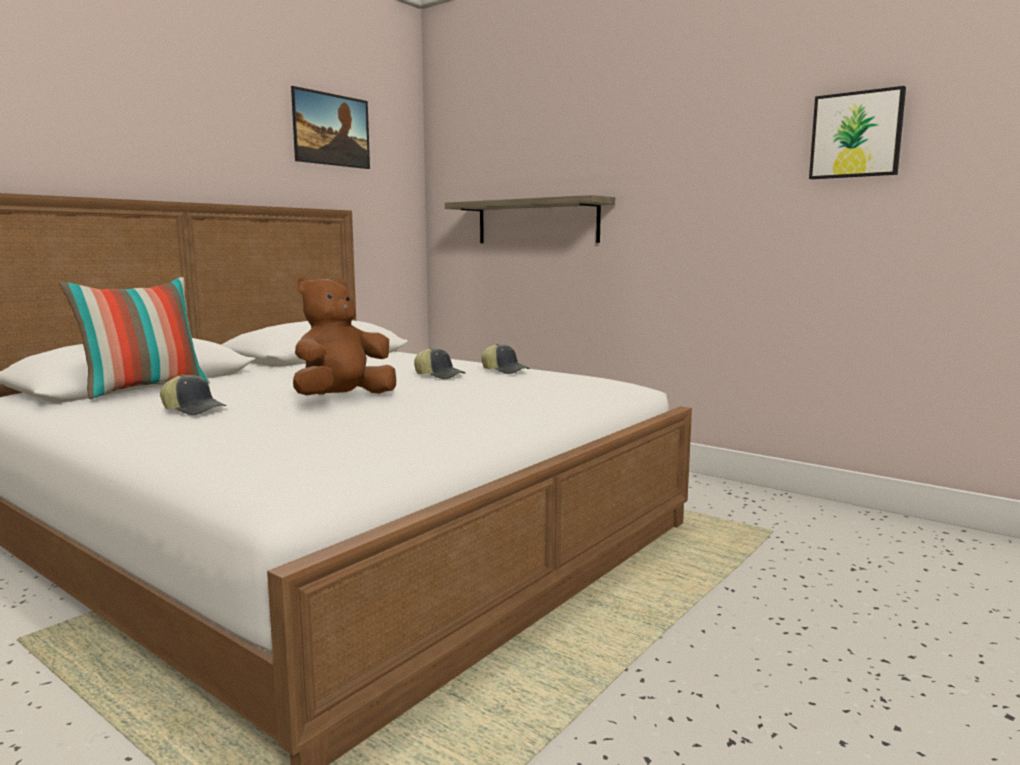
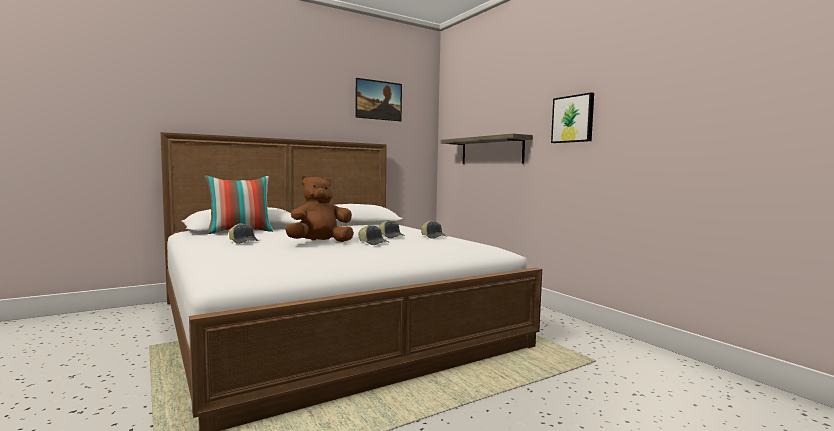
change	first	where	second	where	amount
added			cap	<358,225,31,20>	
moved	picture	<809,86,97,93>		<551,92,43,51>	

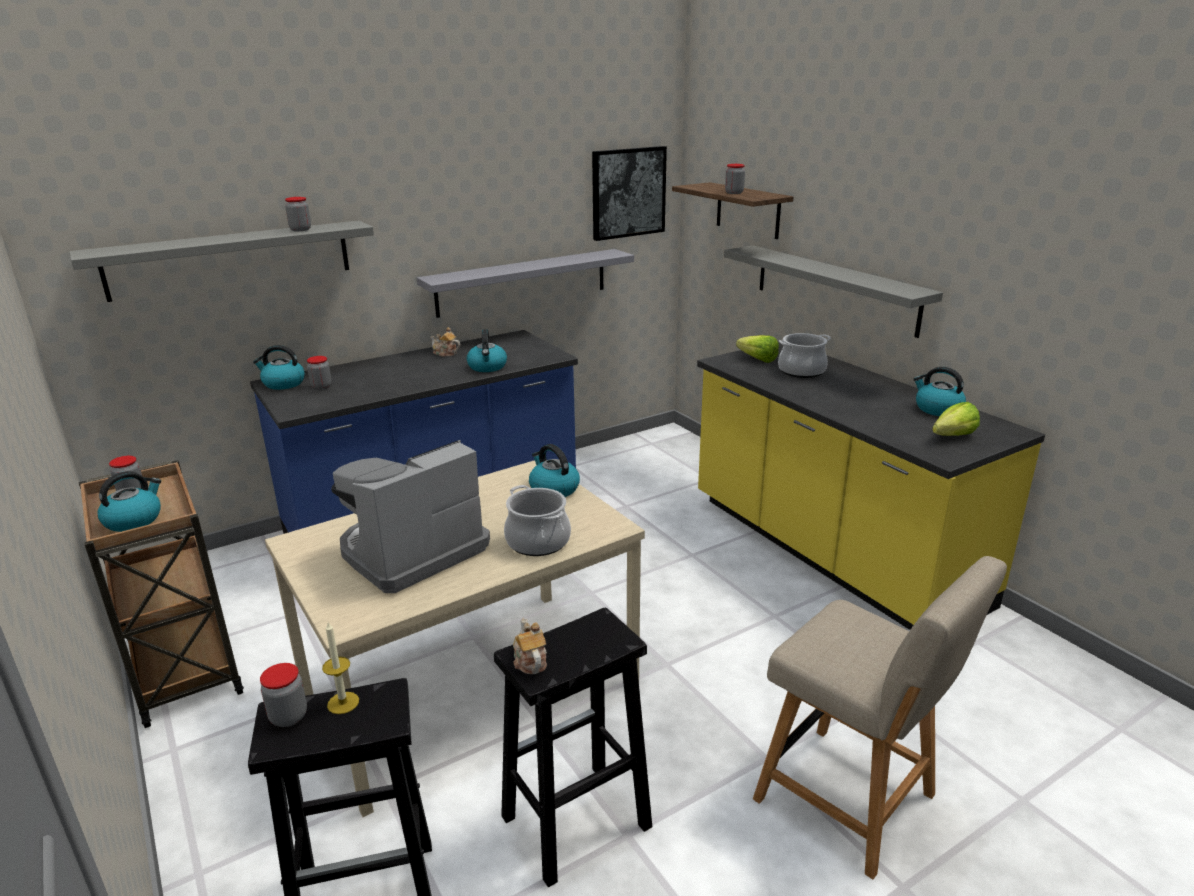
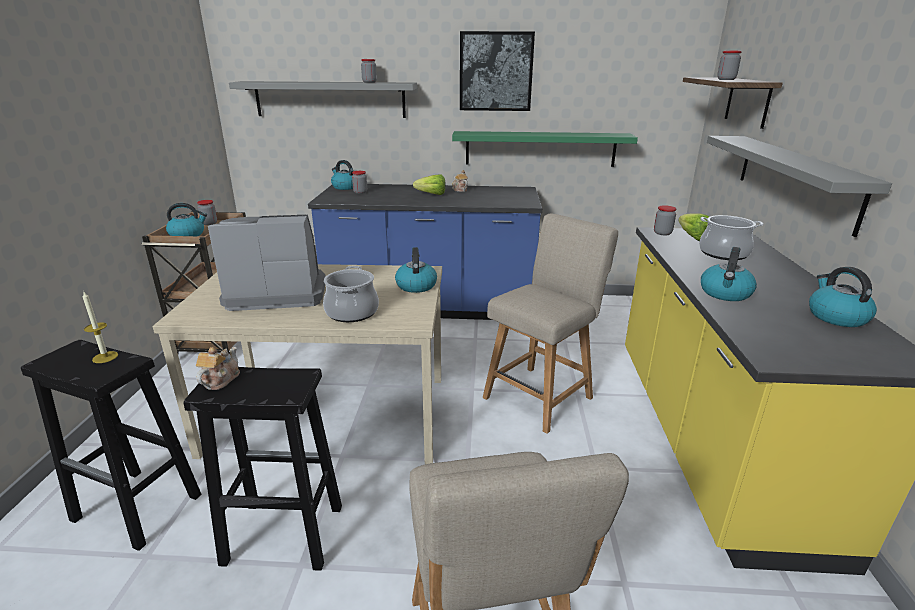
change	first	where	second	where	amount
added			beige chair	<483,213,135,221>	
moved	jar	<260,663,47,64>		<654,205,22,30>	
moved	kettle	<467,329,40,43>		<701,247,56,54>	
moved	picture	<592,146,75,95>		<460,31,75,80>	
moved	lettuce	<932,402,48,34>		<413,174,33,21>	
recoloured	grey shelf	<417,249,217,69>	green shelf	<452,131,186,36>	

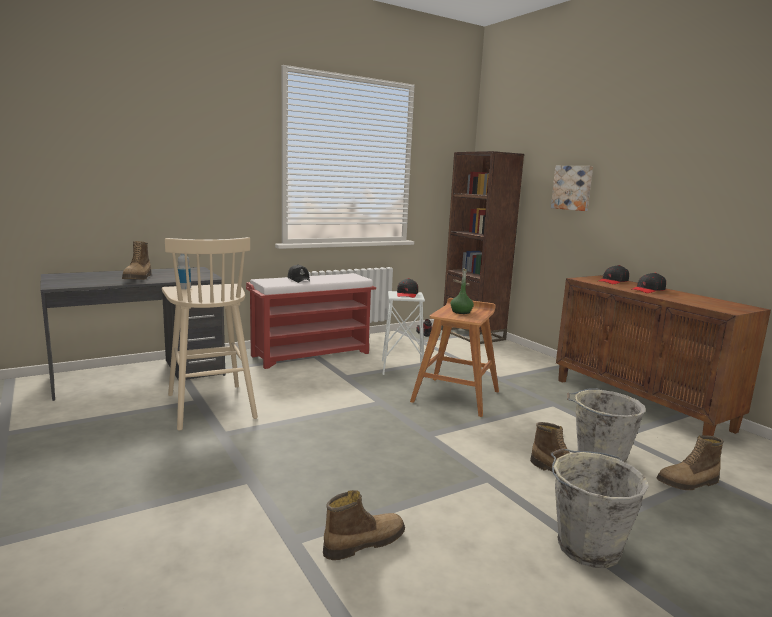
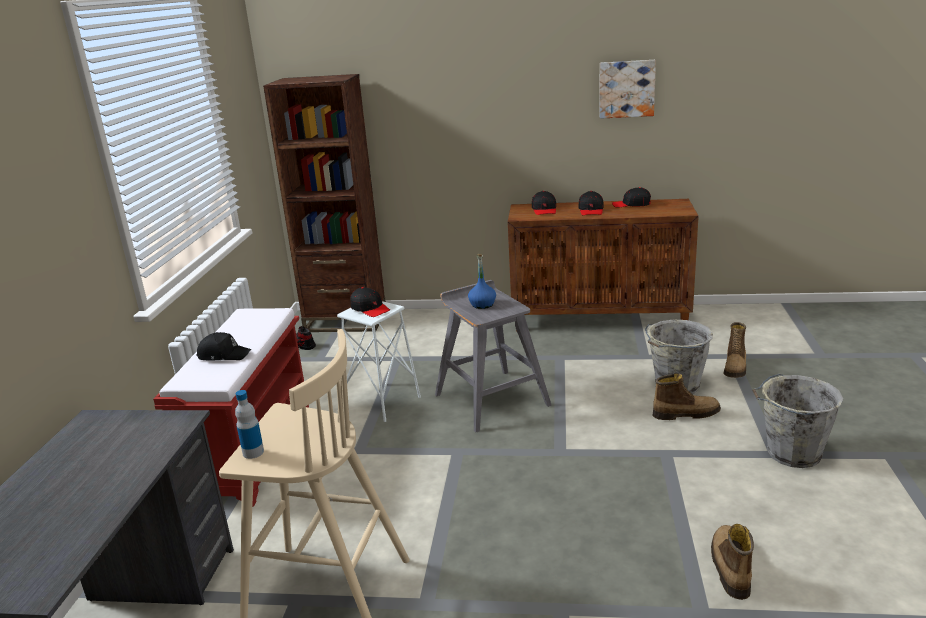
change	first	where	second	where	amount
removed	boot	<122,241,30,39>			
added			black cap	<612,187,39,21>	
moved	picture	<551,166,42,45>		<599,60,57,59>	
recoloured	brown stool	<410,298,89,119>	grey stool	<435,280,117,152>	
recoloured	green bottle	<450,268,24,46>	blue bottle	<468,254,28,55>	

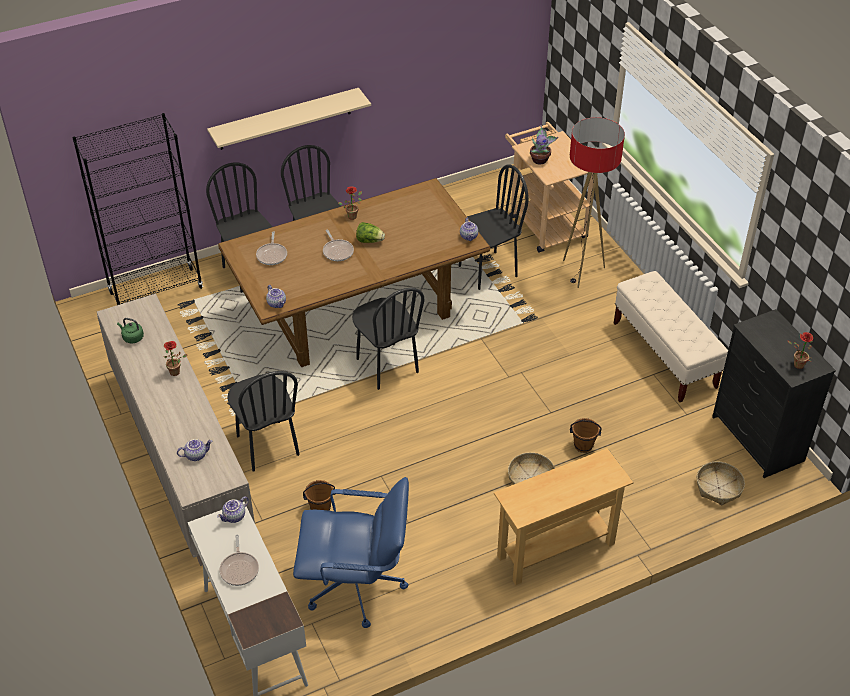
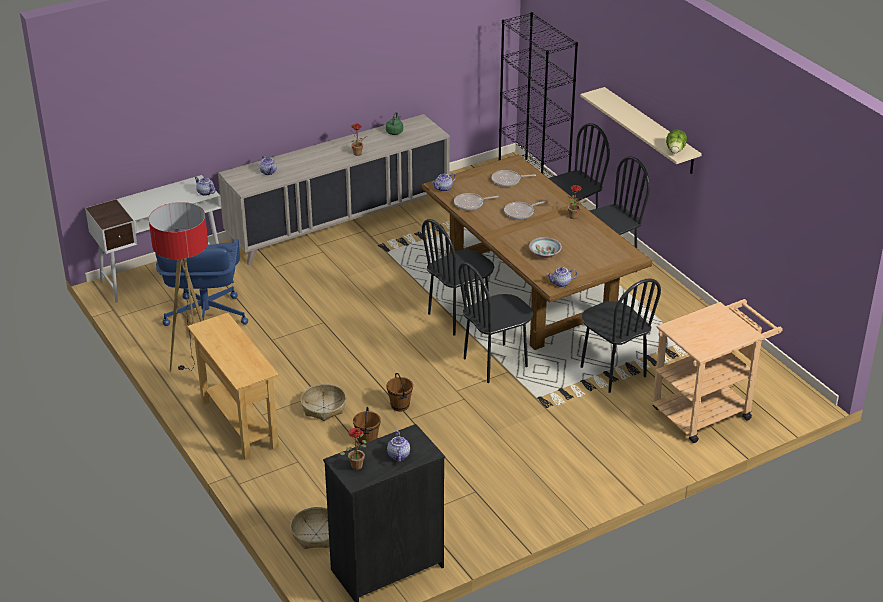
change	first	where	second	where	amount
removed	potted plant	<530,125,28,40>			
removed	beige bench	<614,271,114,131>			
added			teapot	<387,430,23,32>	
added			bowl	<529,237,33,21>	
moved	frying pan	<219,534,40,52>		<454,193,45,18>	
moved	black chair	<228,371,72,101>		<458,262,75,121>	
moved	brown bucket	<303,480,33,31>		<386,373,27,39>	
moved	lettuce	<356,222,29,21>		<666,130,21,23>	
moved	floor lamp	<563,117,62,171>		<149,202,59,170>	

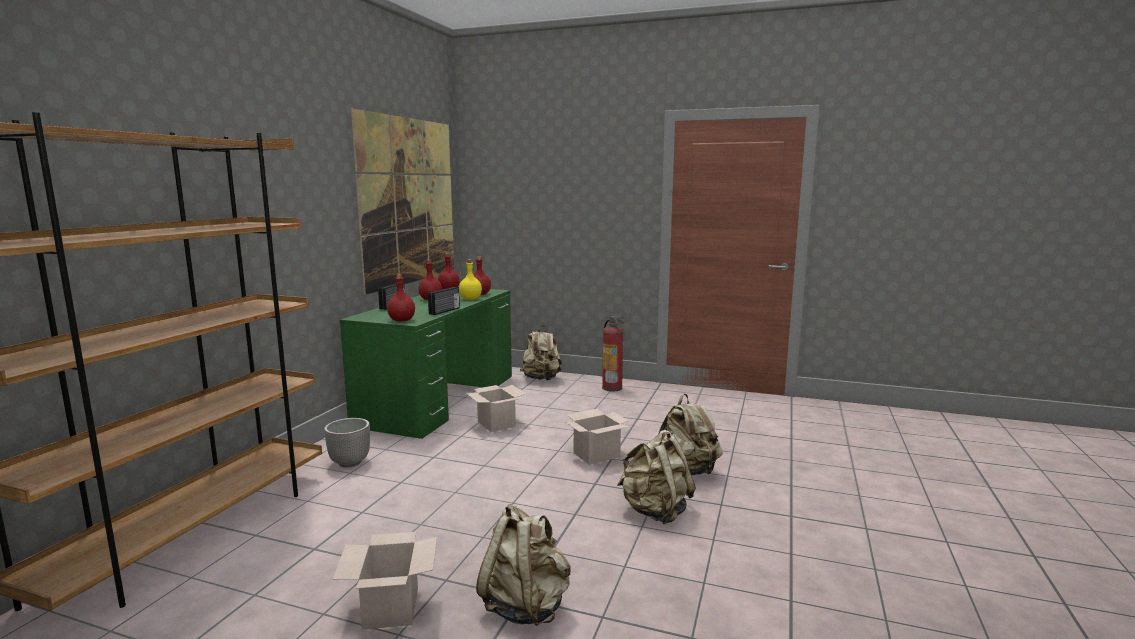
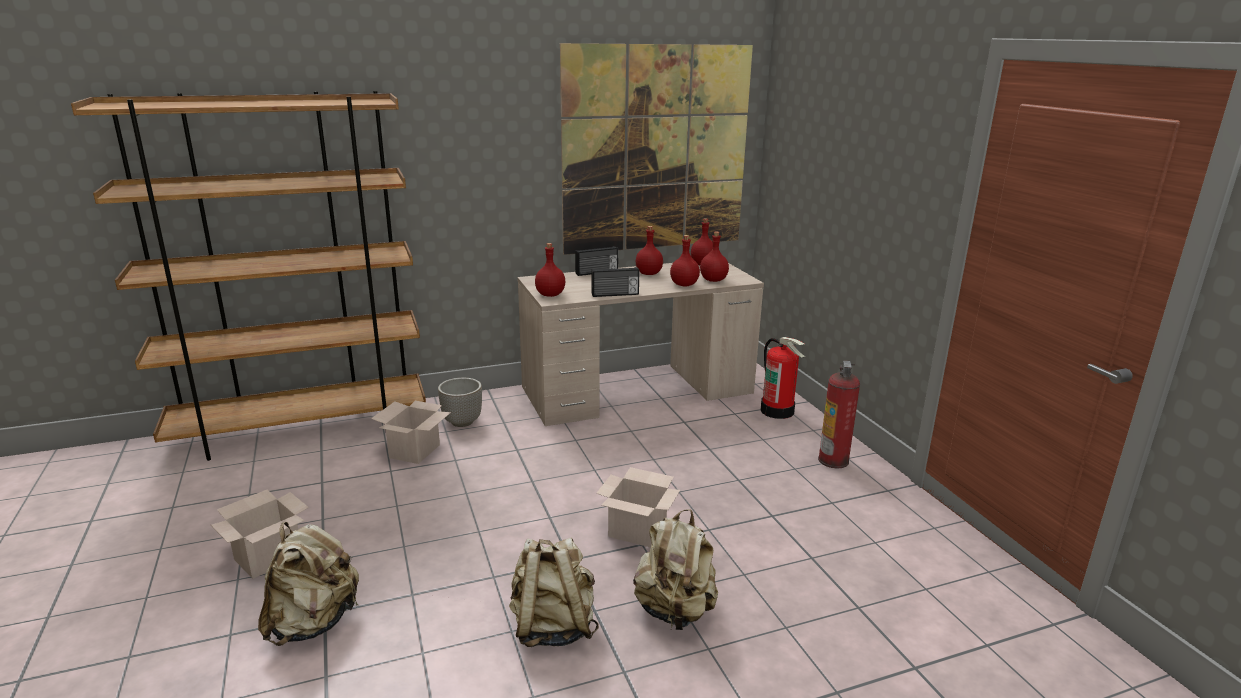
change	first	where	second	where	amount
moved	cardboard box	<466,385,60,47>		<371,401,80,63>	
replaced	beige backpack	<520,326,42,55>	fire extinguisher	<760,337,46,82>	
recoloured	green desk	<340,289,172,150>	beige desk	<517,263,247,163>	
recoloured	yellow bottle	<459,259,23,41>	red bottle	<670,235,30,51>	

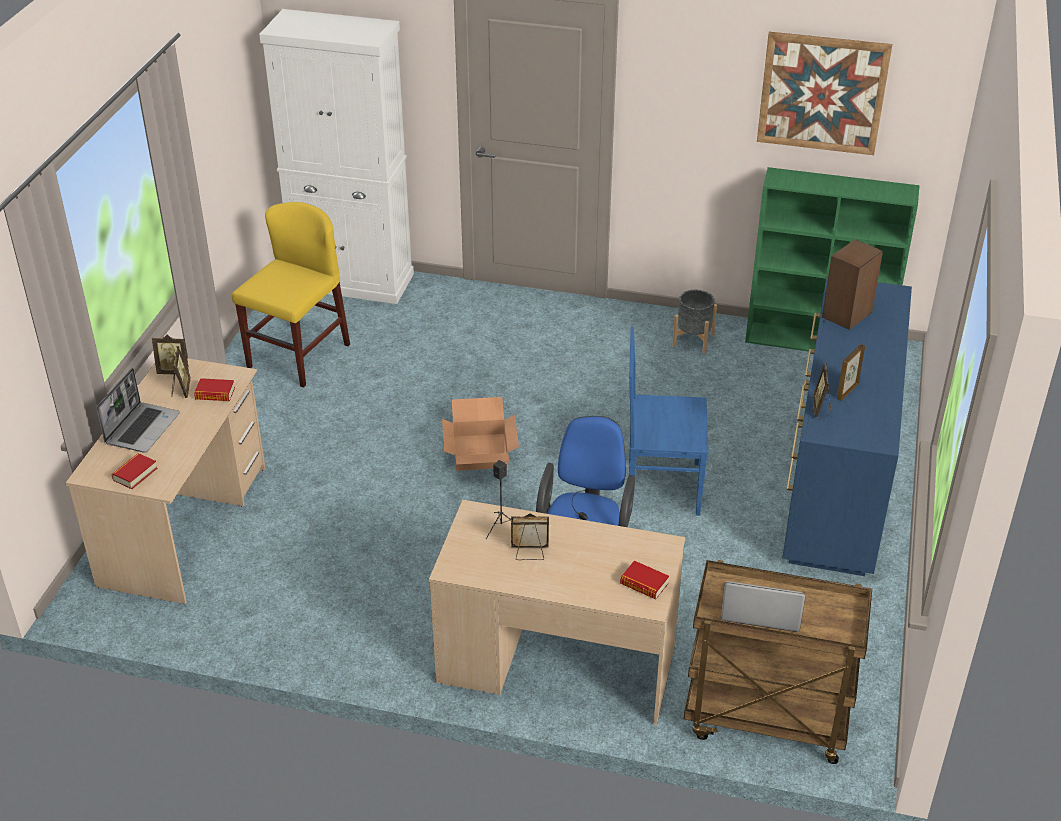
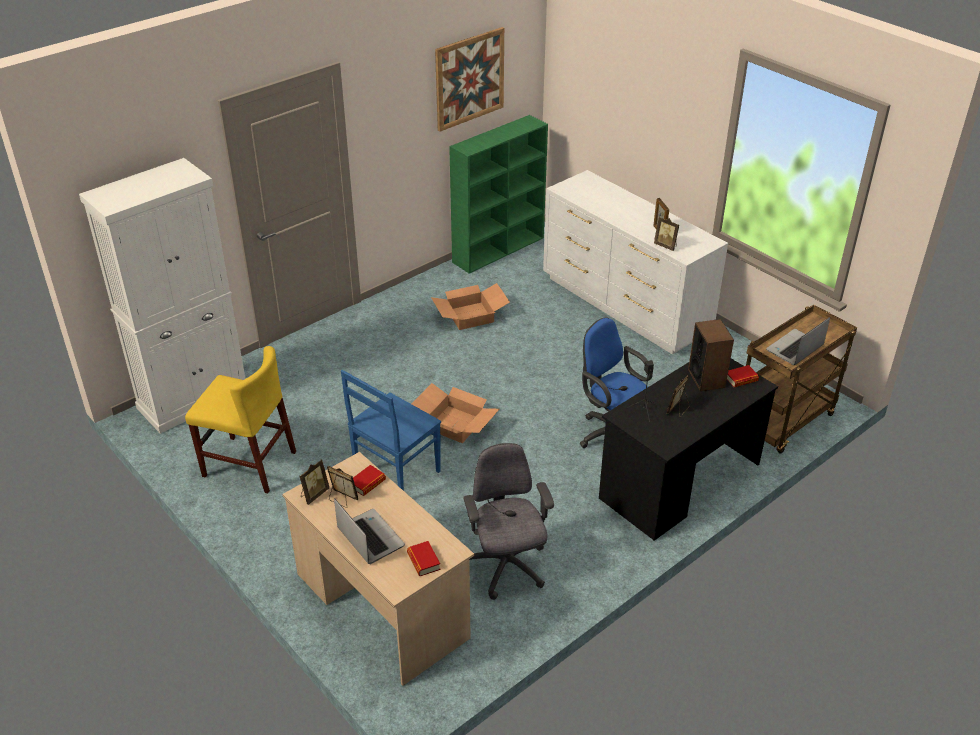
change	first	where	second	where	amount
removed	grey planter	<672,290,45,64>			
added			cardboard box	<431,283,79,47>	
added			grey office chair	<463,443,91,157>	
moved	blue chair	<629,326,79,190>		<341,370,100,121>	
moved	speaker	<822,239,61,91>		<688,319,46,72>	
recoloured	beige desk	<429,500,256,225>	black desk	<599,358,179,183>	
recoloured	blue dresser	<782,275,130,301>	white dresser	<543,170,185,185>	
turned	yellow chair	<232,202,118,186>		<185,346,111,147>	135 degrees clockwise

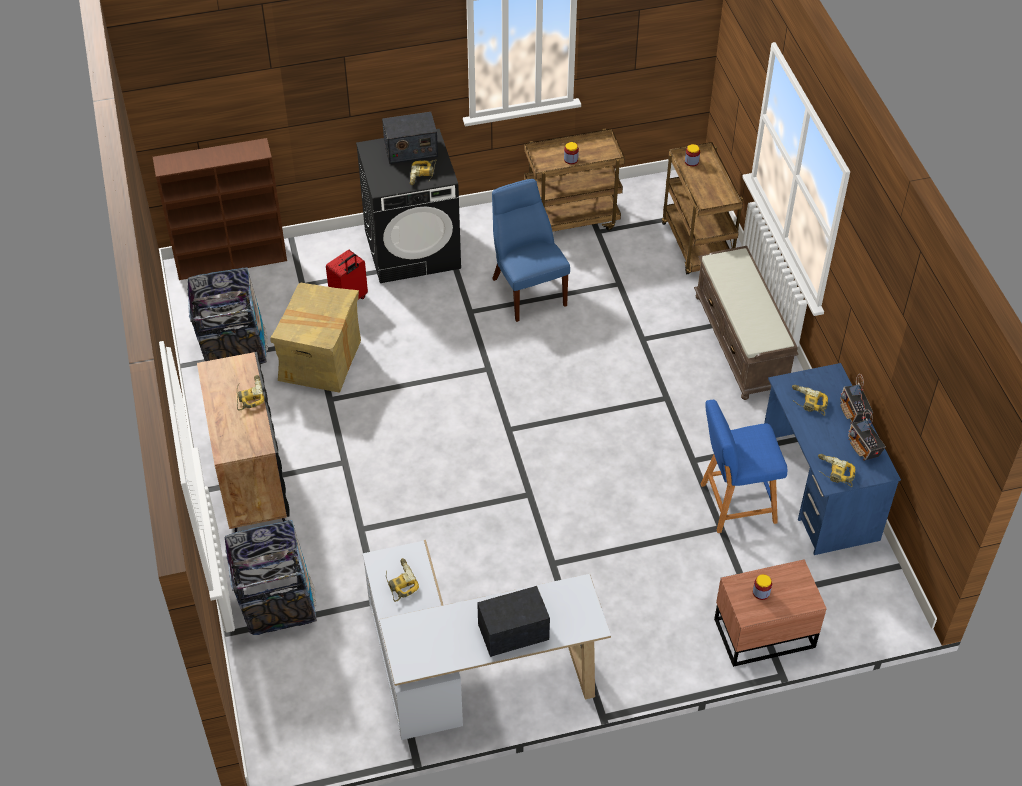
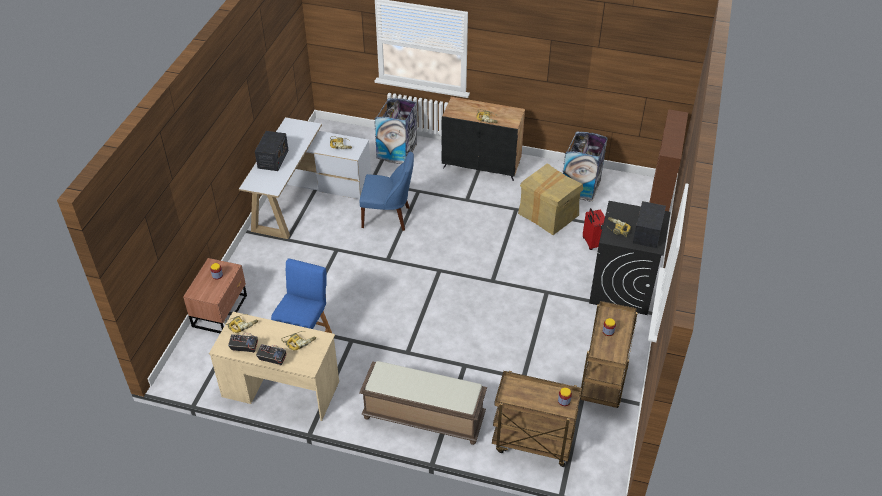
change	first	where	second	where	amount
moved	blue chair	<492,179,78,143>		<360,152,54,79>	
recoloured	blue desk	<764,363,137,192>	beige desk	<209,312,130,109>	

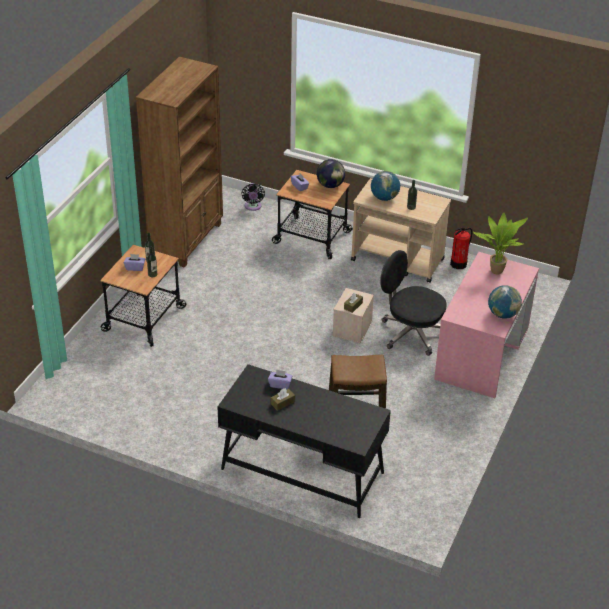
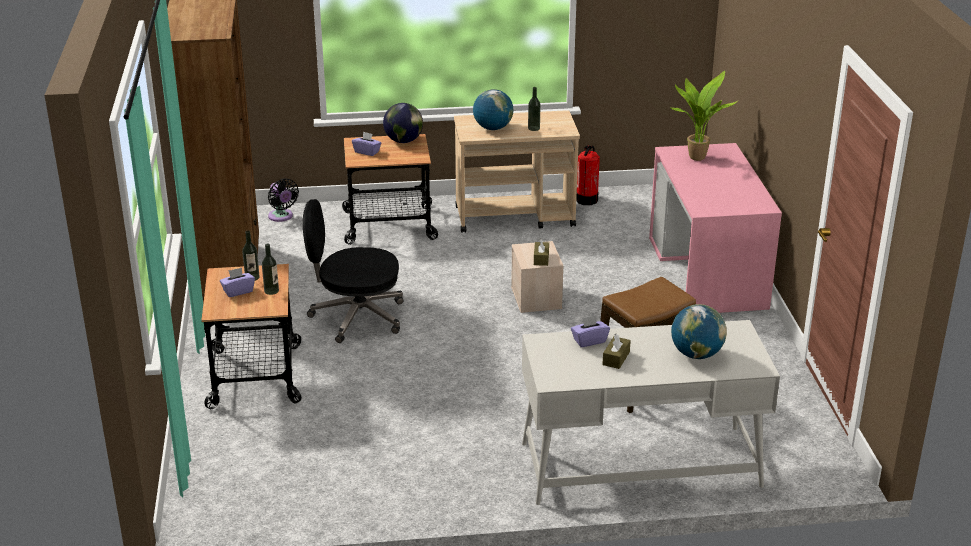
change	first	where	second	where	amount
moved	black office chair	<380,250,67,106>		<303,199,100,144>	
moved	globe	<488,285,34,34>		<671,304,56,55>	
recoloured	black desk	<217,364,174,154>	white desk	<522,320,258,185>	

